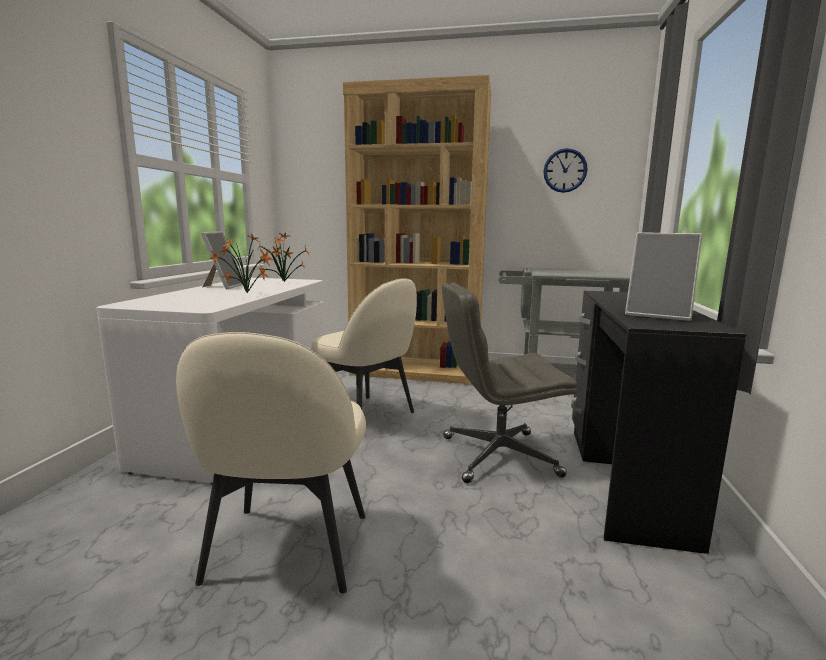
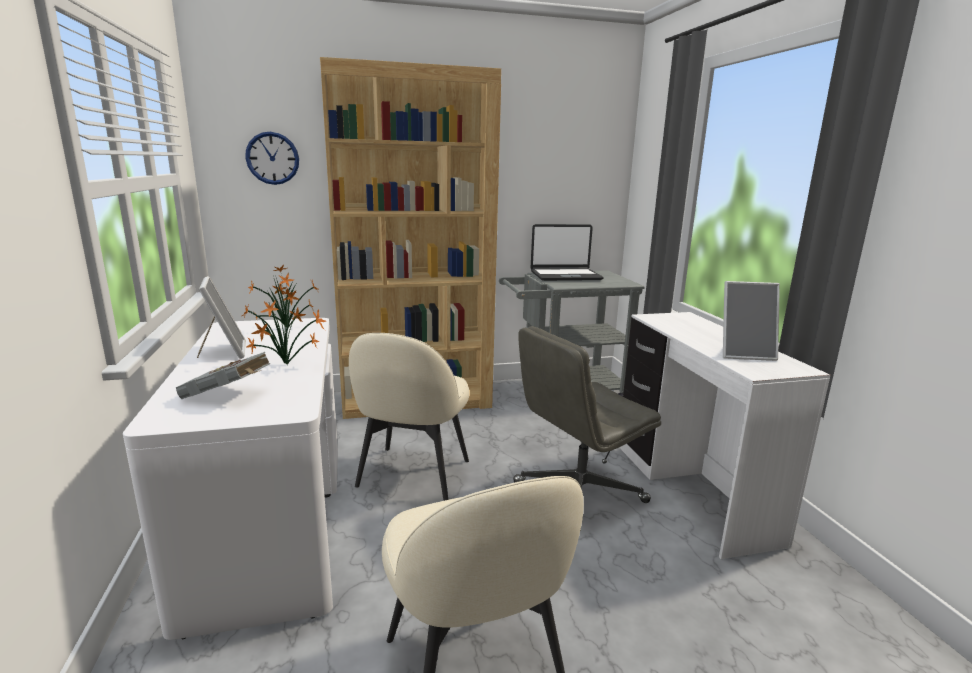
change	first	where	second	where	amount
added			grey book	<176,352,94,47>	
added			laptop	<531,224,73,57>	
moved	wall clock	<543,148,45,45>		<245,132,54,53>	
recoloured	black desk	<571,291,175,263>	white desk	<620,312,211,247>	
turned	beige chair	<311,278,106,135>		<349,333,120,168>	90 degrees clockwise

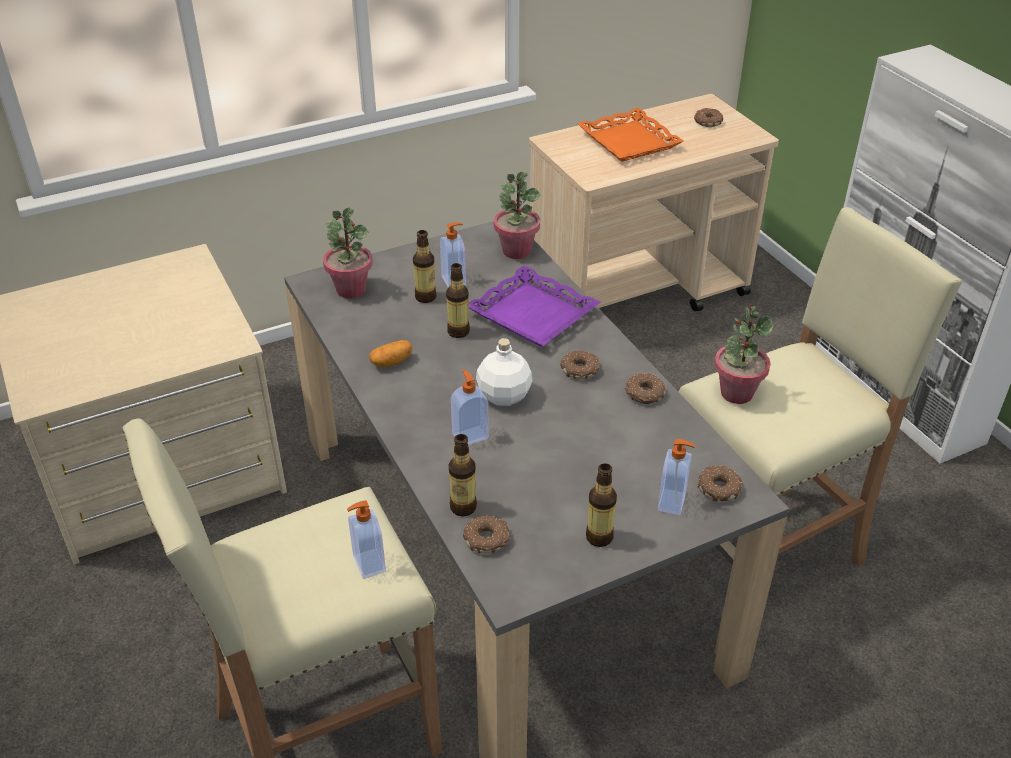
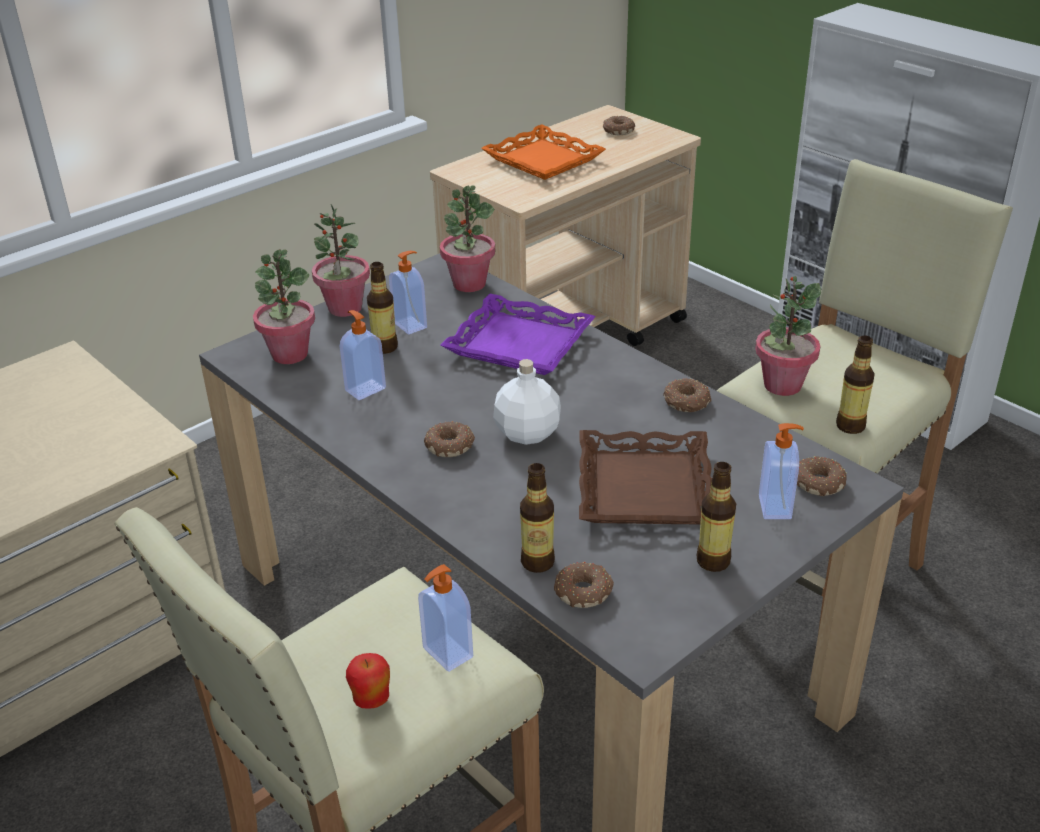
change	first	where	second	where	amount
removed	potato	<369,340,44,27>			
added			potted plant	<312,204,58,113>	
added			apple	<346,653,44,56>	
added			brown tray	<579,430,133,95>	
moved	bottle	<446,263,24,75>		<836,335,39,99>	
moved	soap dispenser	<451,370,38,75>		<340,310,46,90>	
moved	donut	<560,351,40,29>		<424,421,51,36>	

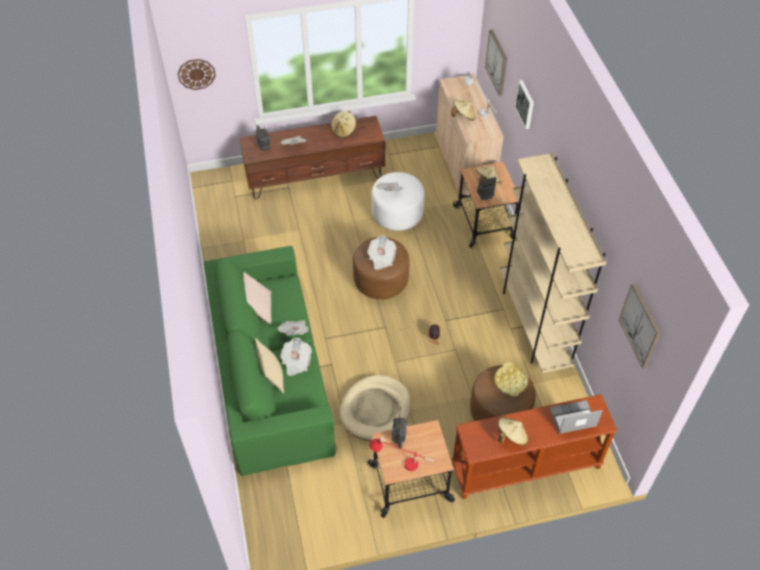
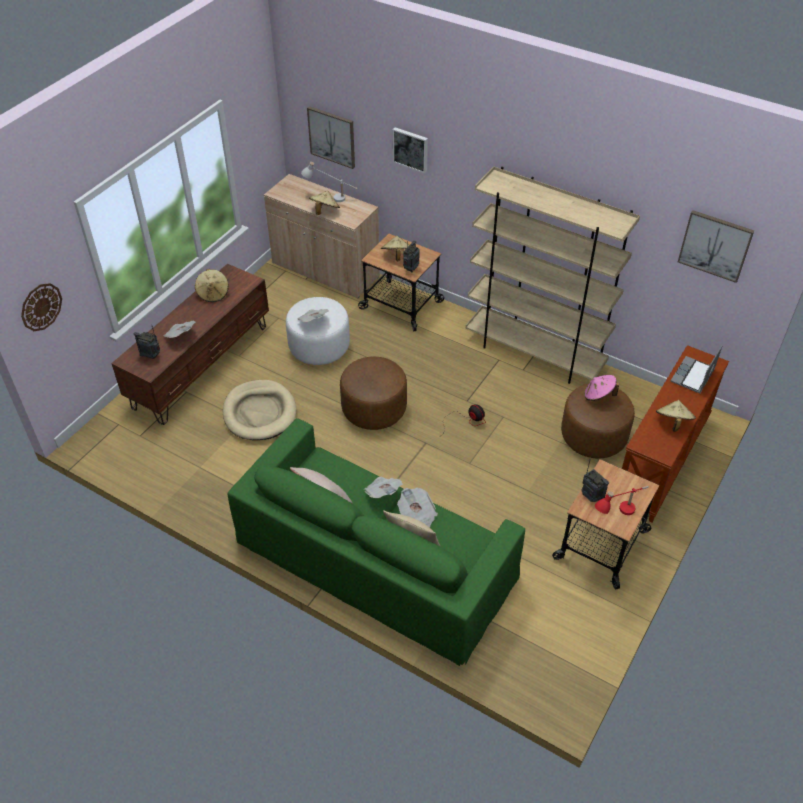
change	first	where	second	where	amount
removed	newspaper	<367,236,29,34>			
moved	beige dog bed	<340,375,71,66>		<223,380,73,60>	
replaced	yellow tray	<494,362,34,35>	pink hat	<584,375,35,26>	

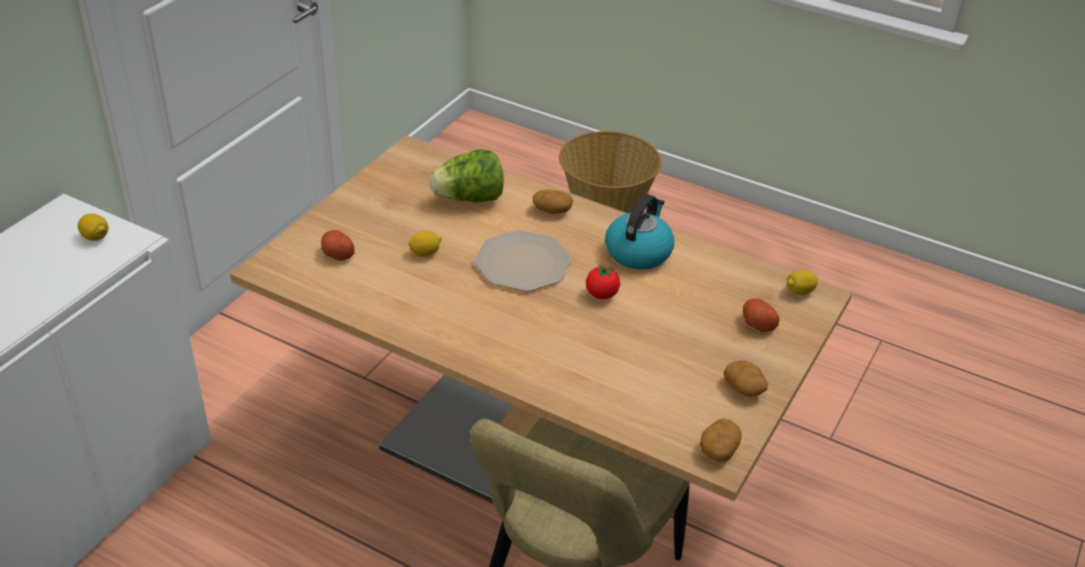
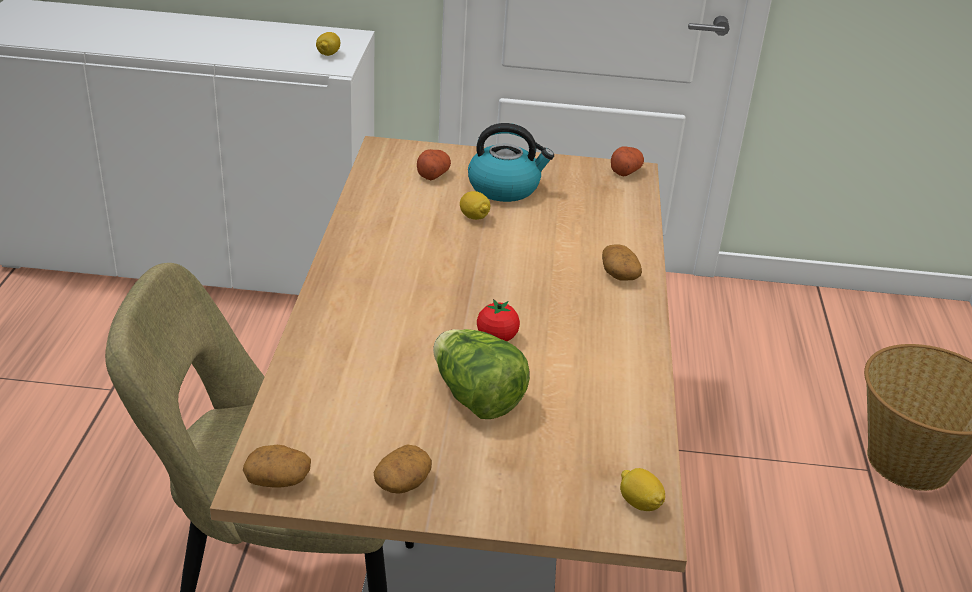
change	first	where	second	where	amount
removed	plate	<474,230,98,61>			
moved	lettuce	<430,149,74,54>		<433,329,97,90>	
moved	kettle	<605,194,69,76>		<468,123,86,79>	
moved	potato	<743,298,36,34>		<611,146,33,31>	

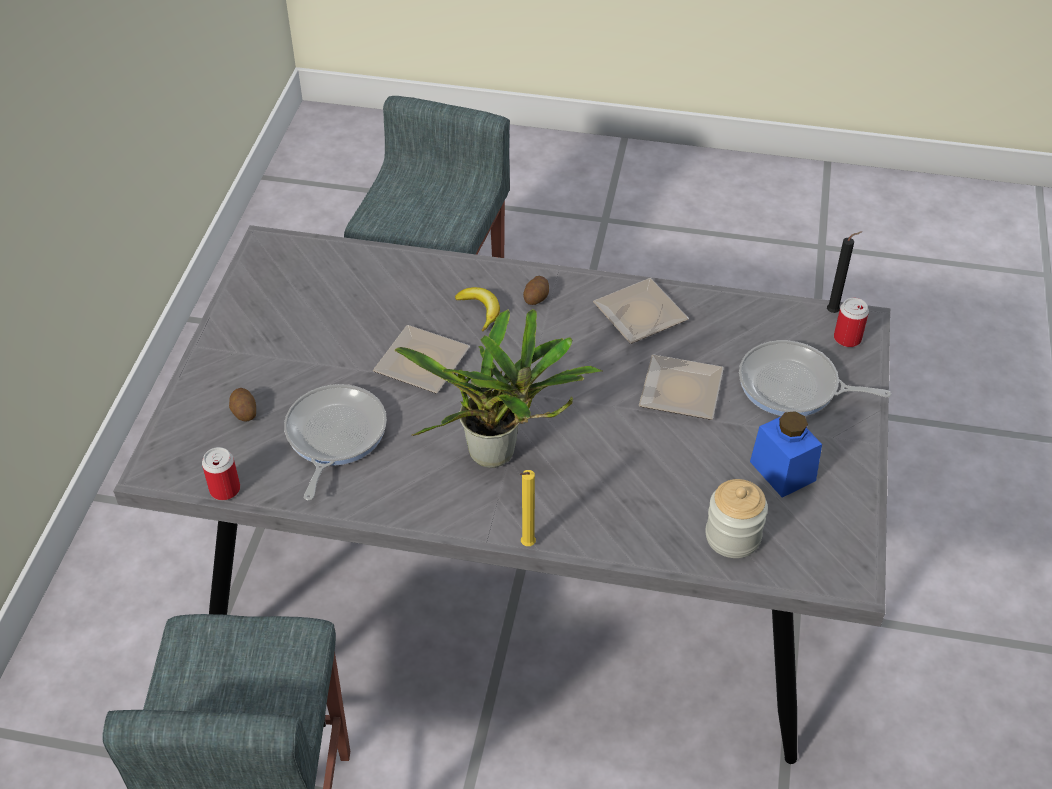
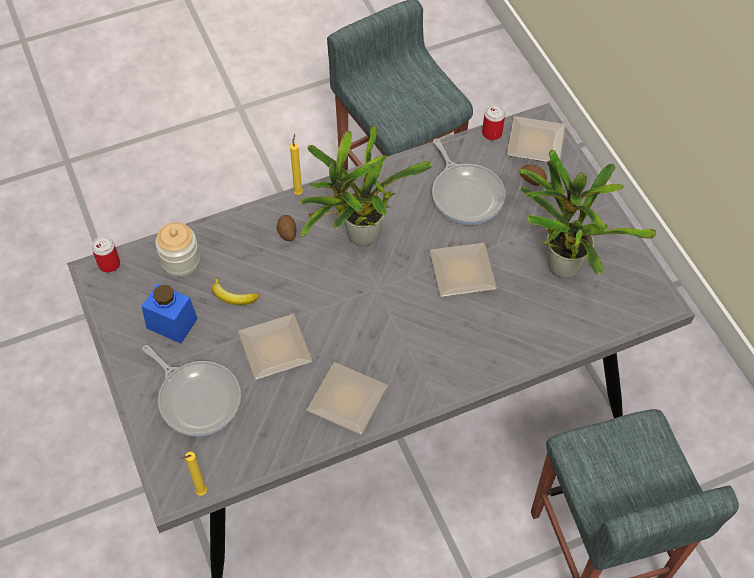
change	first	where	second	where	amount
added			plate	<507,116,58,46>	
added			potted plant	<518,150,138,128>	
moved	banana	<455,287,45,44>		<212,277,47,28>	
moved	potato	<523,276,26,29>		<277,215,19,26>	
moved	can	<834,298,35,49>		<92,236,28,37>	
recoloured	black candle	<827,231,35,82>	yellow candle	<180,452,27,44>	
turned	frying pan	<739,340,152,76>		<142,345,99,91>	60 degrees clockwise

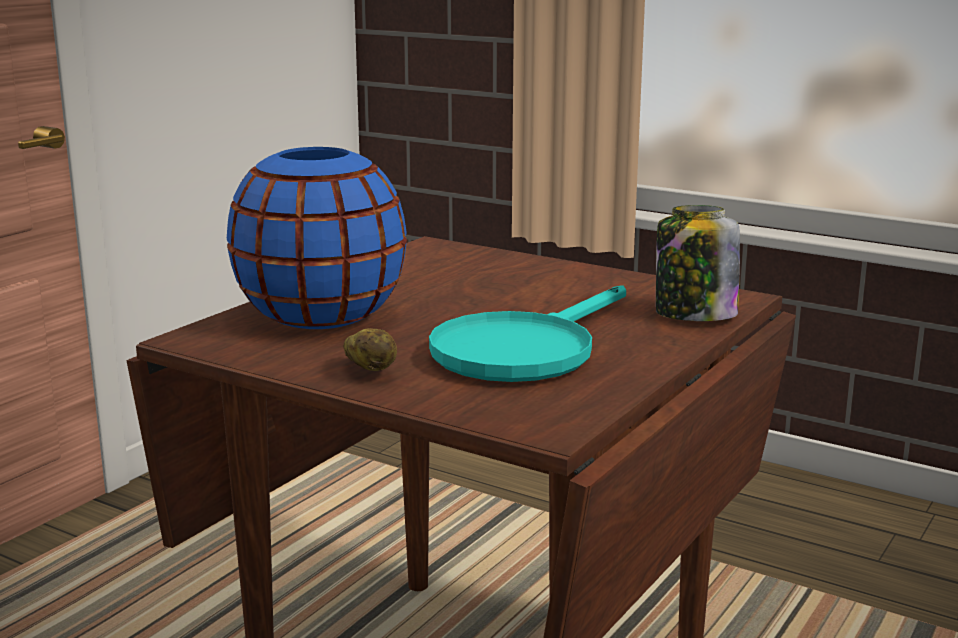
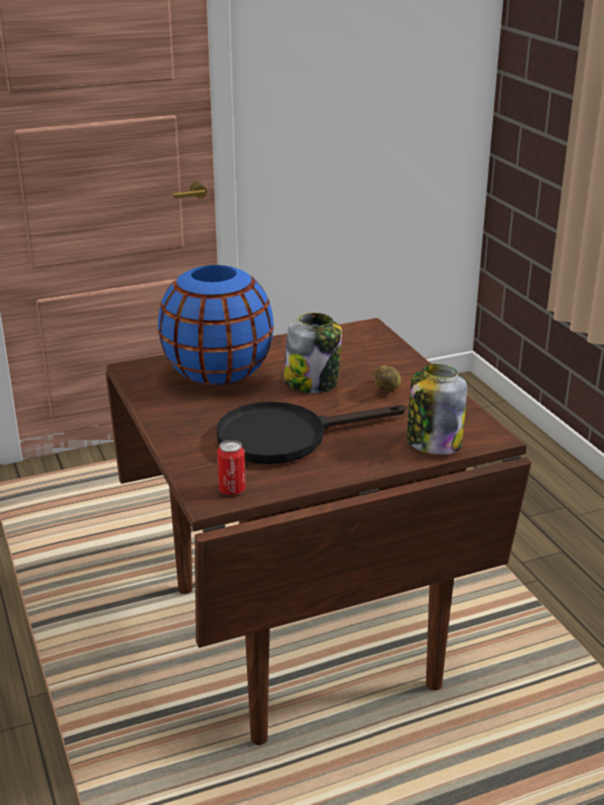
change	first	where	second	where	amount
added			can	<217,440,29,55>	
added			jar	<284,313,58,80>	
moved	potato	<343,328,54,43>		<374,365,27,27>	
recoloured	turquoise frying pan	<429,285,197,97>	black frying pan	<216,402,190,62>	

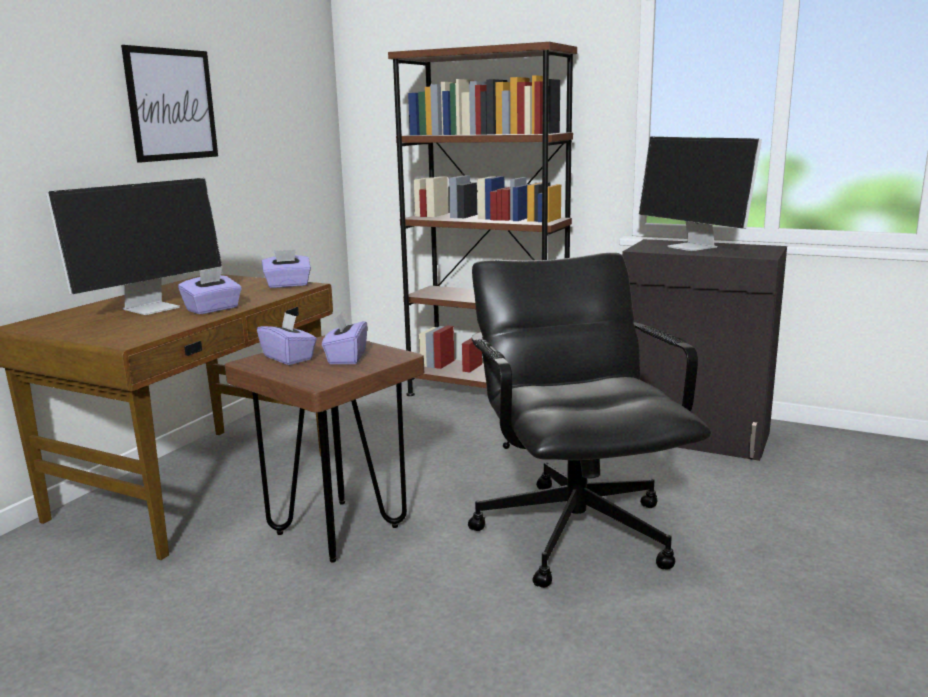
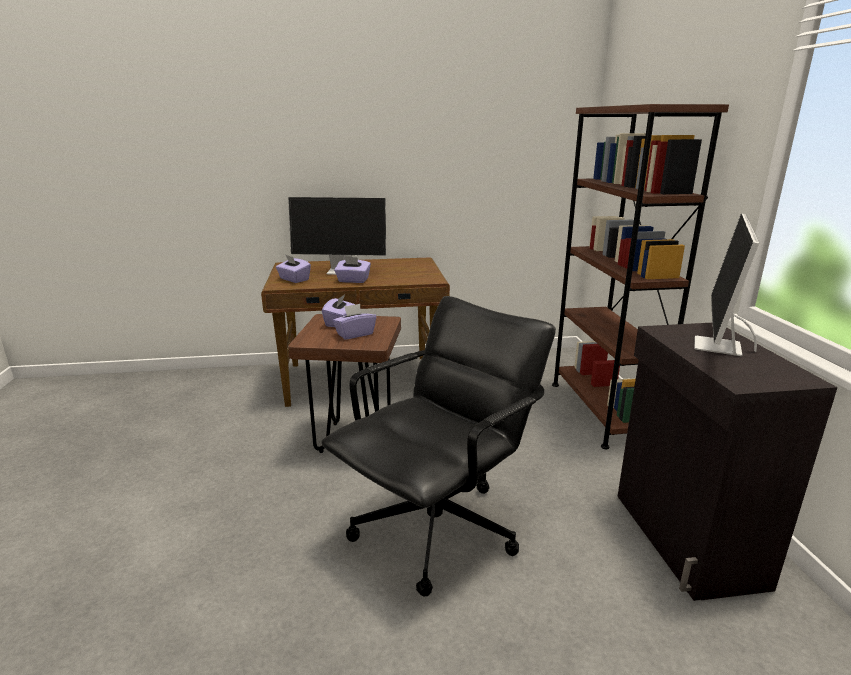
change	first	where	second	where	amount
removed	picture	<121,45,97,118>			
moved	purple tissue box	<262,250,49,38>		<276,254,35,29>	

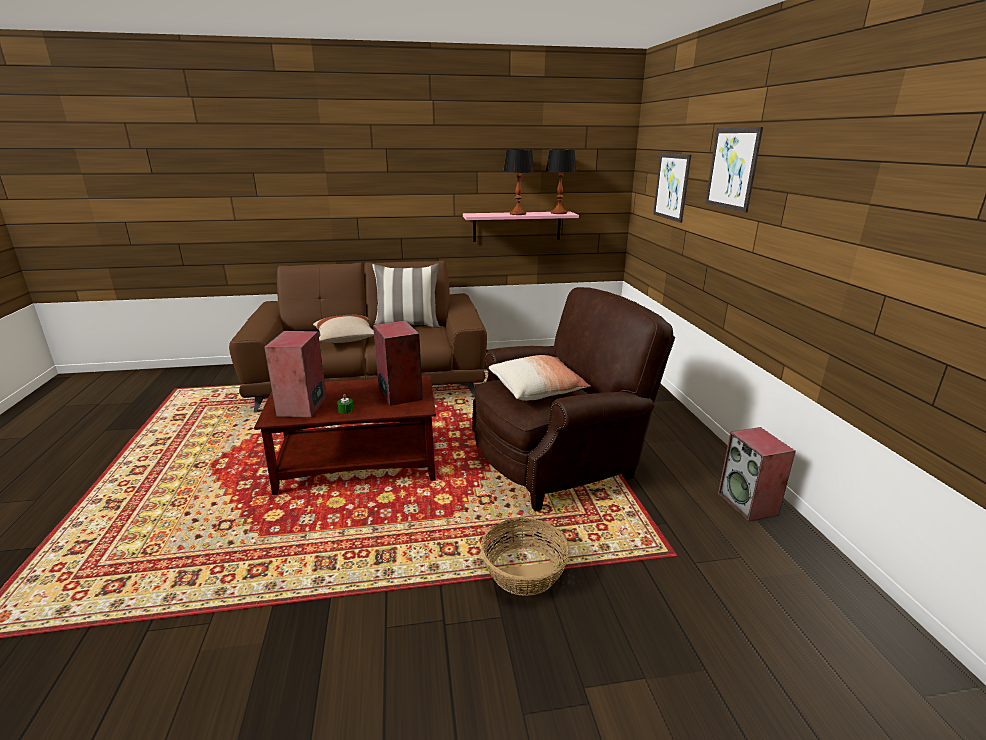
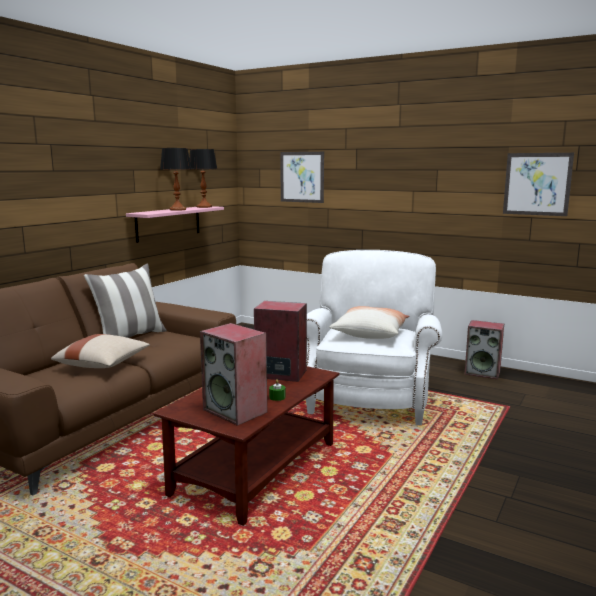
change	first	where	second	where	amount
removed	basket	<481,518,89,78>			
moved	picture	<705,127,58,86>		<503,153,71,63>	
recoloured	brown armchair	<472,287,203,225>	white armchair	<306,250,136,175>	

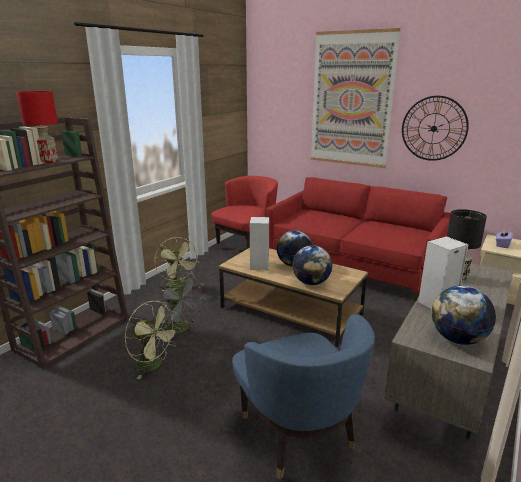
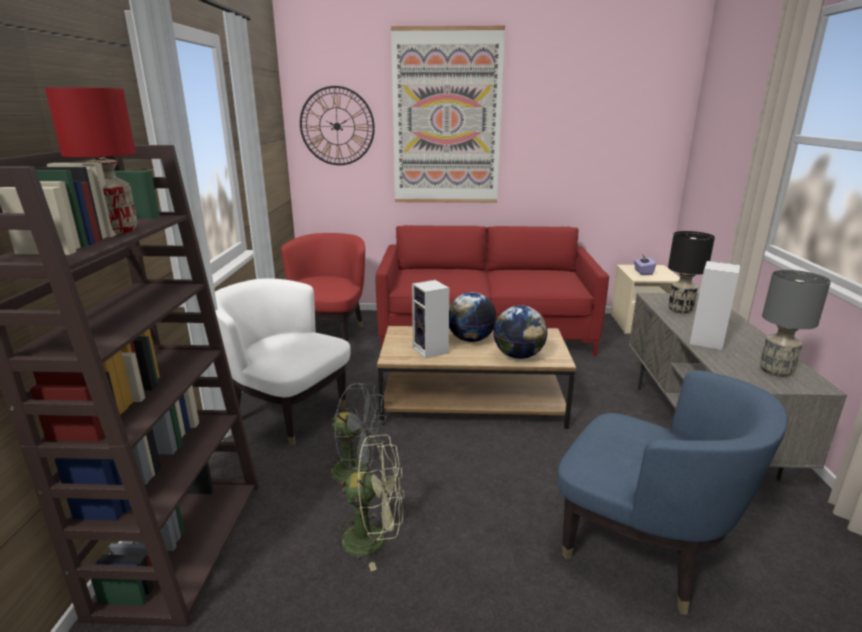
change	first	where	second	where	amount
moved	wall clock	<402,96,67,65>		<300,86,75,79>	
replaced	green fan	<155,237,43,54>	white armchair	<215,278,135,167>	
replaced	globe	<432,286,64,59>	grey table lamp	<760,270,71,107>	

